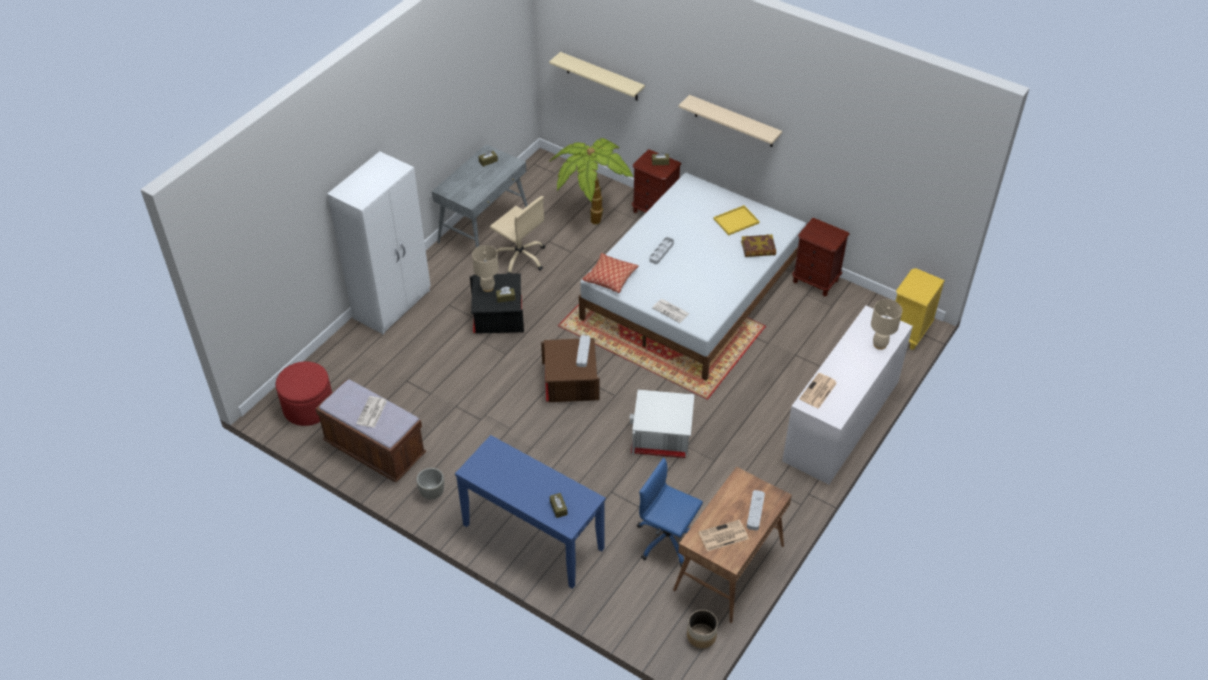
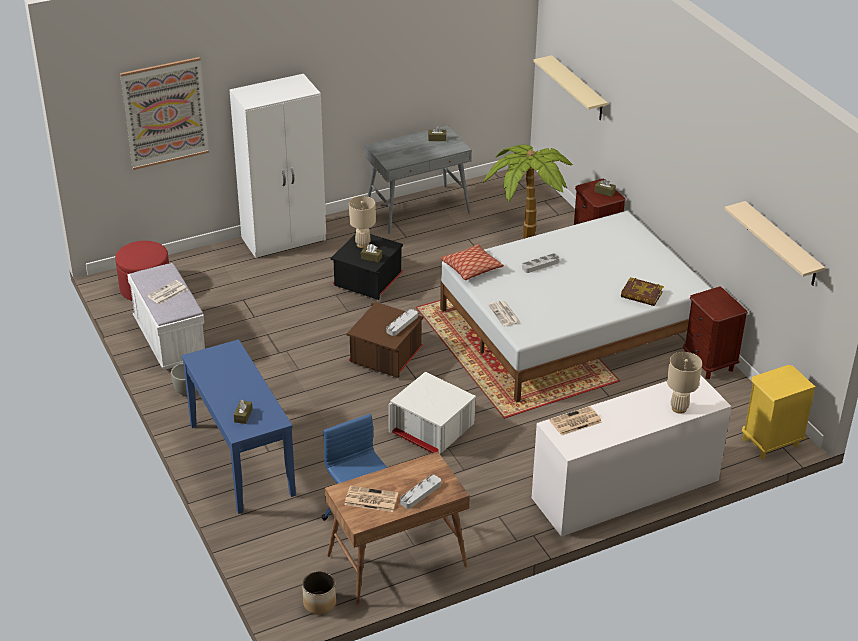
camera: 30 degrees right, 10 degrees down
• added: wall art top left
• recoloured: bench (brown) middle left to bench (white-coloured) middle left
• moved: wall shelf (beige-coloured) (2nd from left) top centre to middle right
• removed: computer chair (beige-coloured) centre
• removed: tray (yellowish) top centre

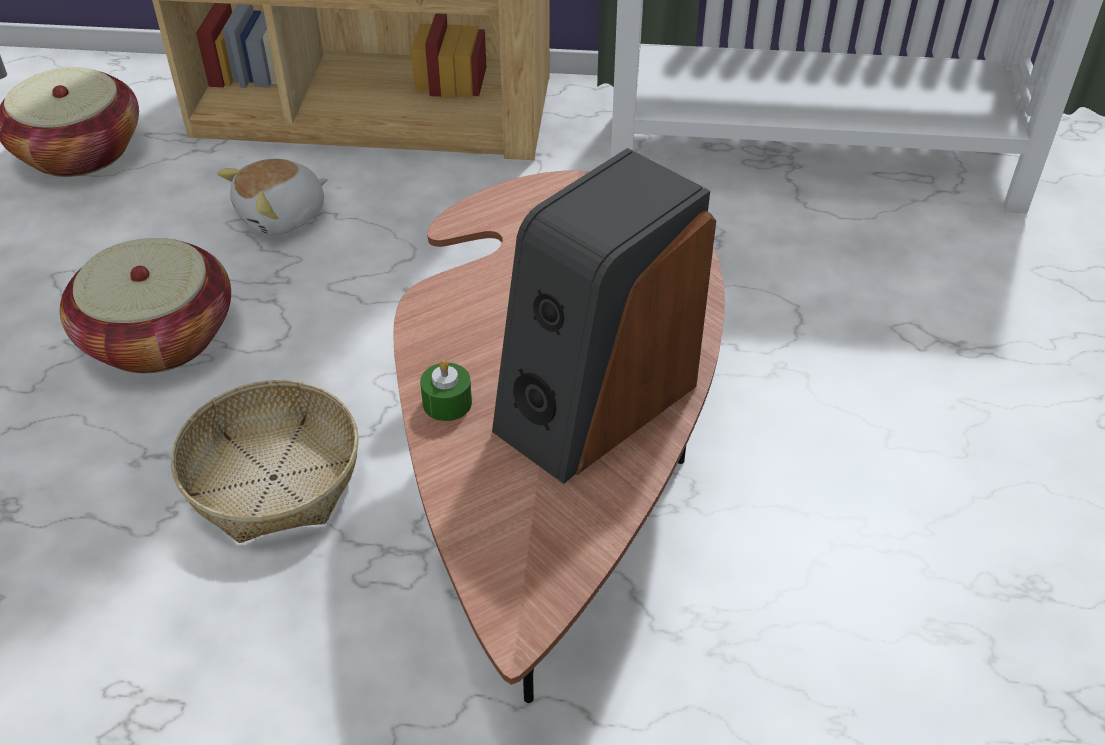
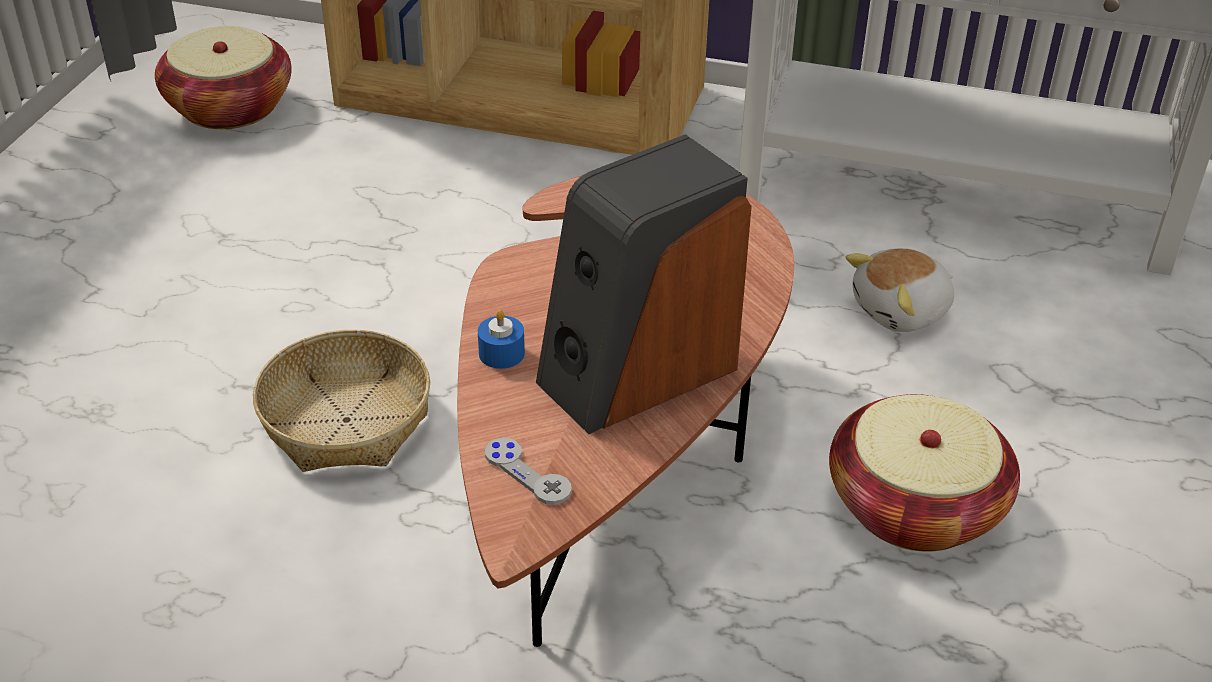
camera: 10 degrees right, 5 degrees down
• recoloured: candle (greenish) centre to candle (blue) centre
• added: gamepad (grey) bottom centre
• moved: household basket (2nd from left in the first image) middle left to household basket (3rd from left) bottom right
• moved: cuddly toy top left to middle right

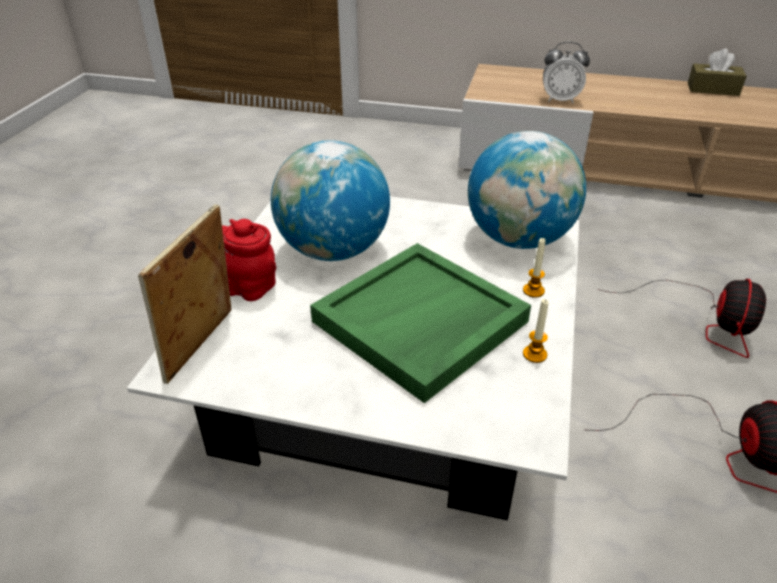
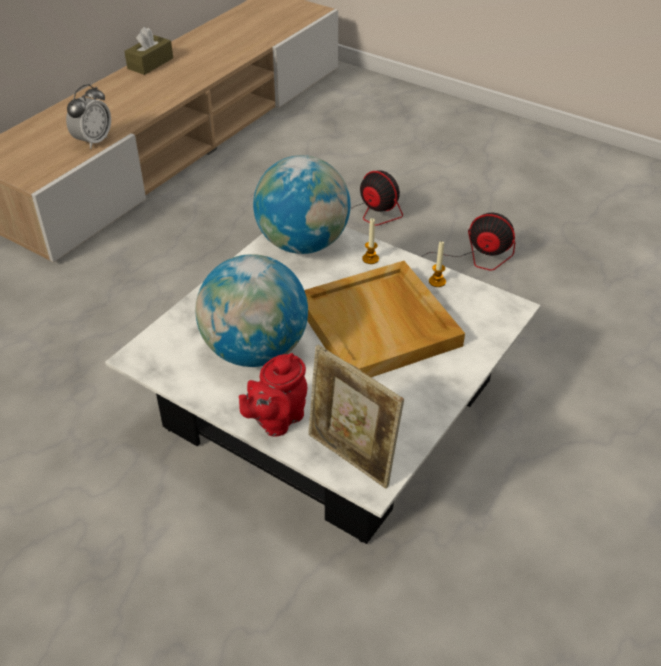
camera: 70 degrees left, 5 degrees up
• recoloured: tray (greenish) centre to tray (beige-coloured) centre

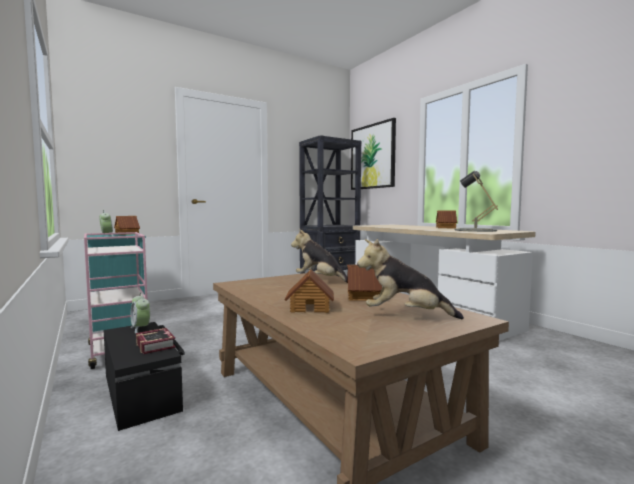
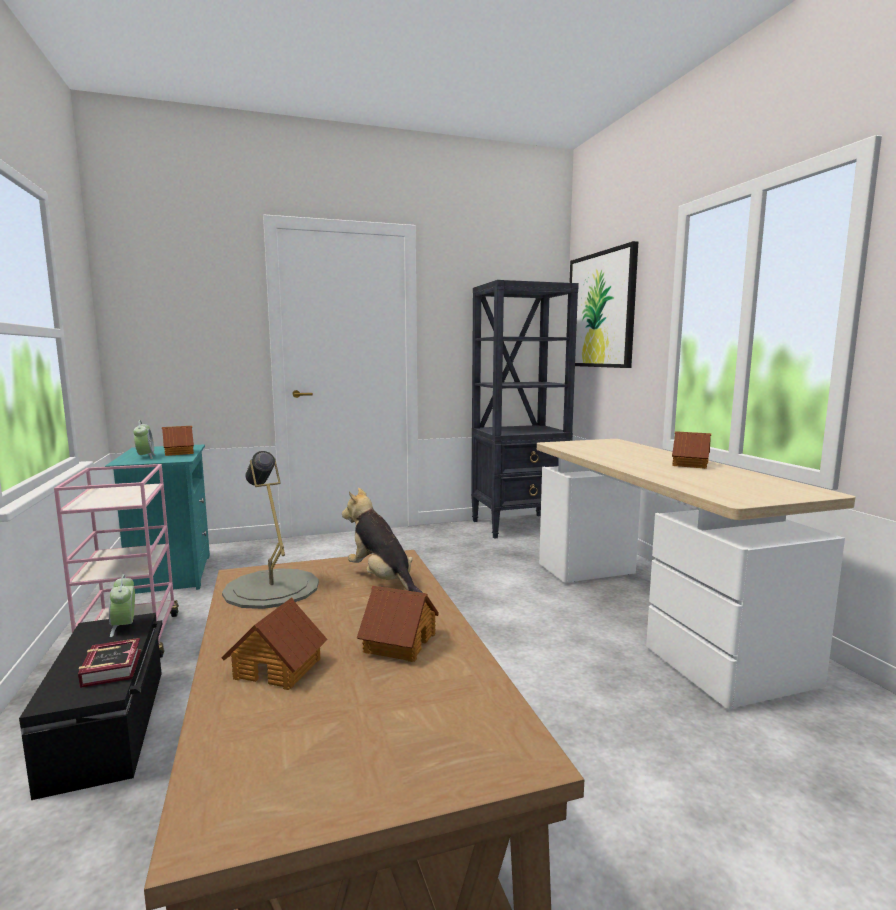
camera: 15 degrees right, 5 degrees up
• moved: tabletop lamp (grey) middle right to middle left
• removed: cuddly toy (2nd from left) centre

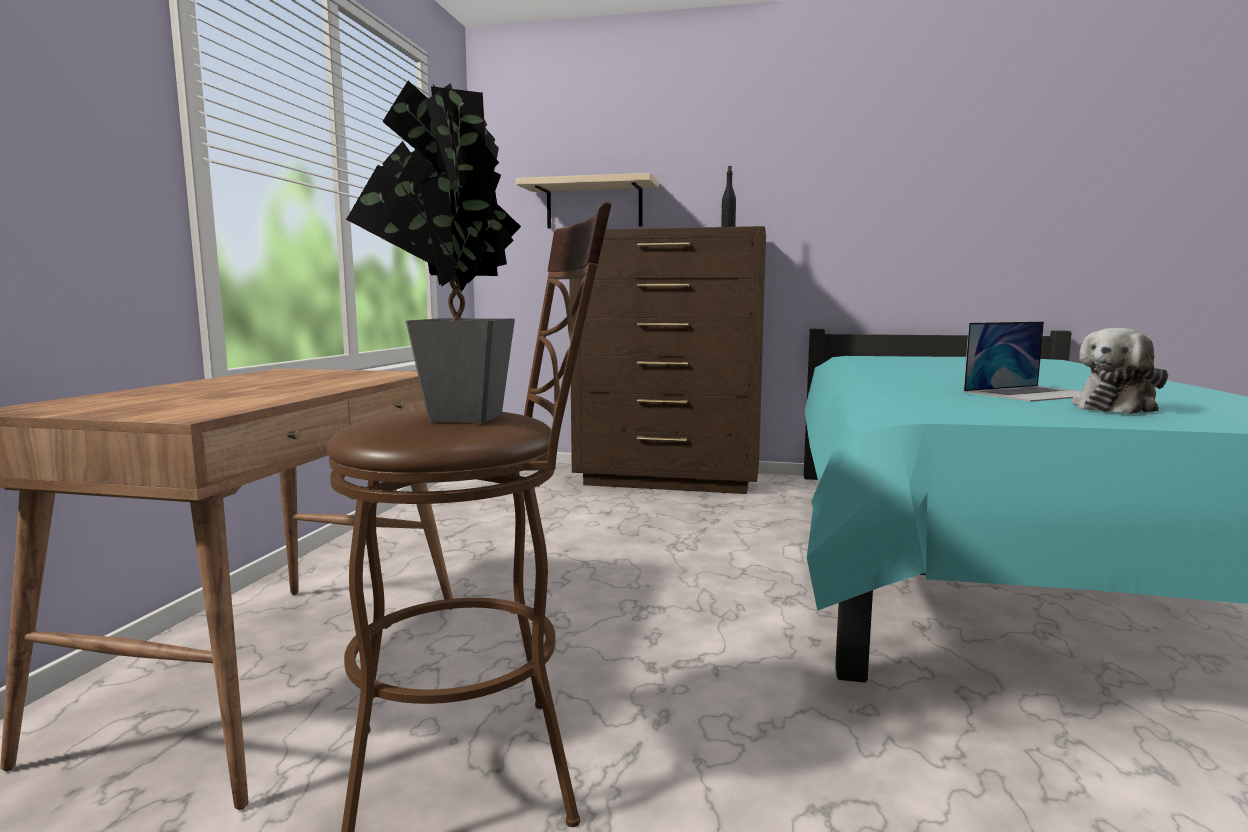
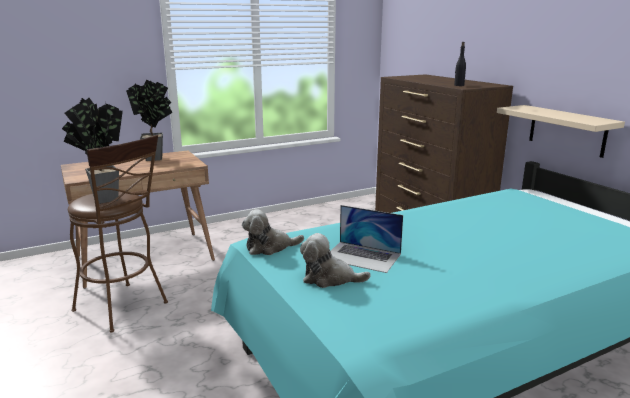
camera: 50 degrees right, 10 degrees up
• added: potted plant (2nd from left) top left
• added: cuddly toy (1st from left) centre
• moved: wall shelf (beige-coloured) top centre to top right

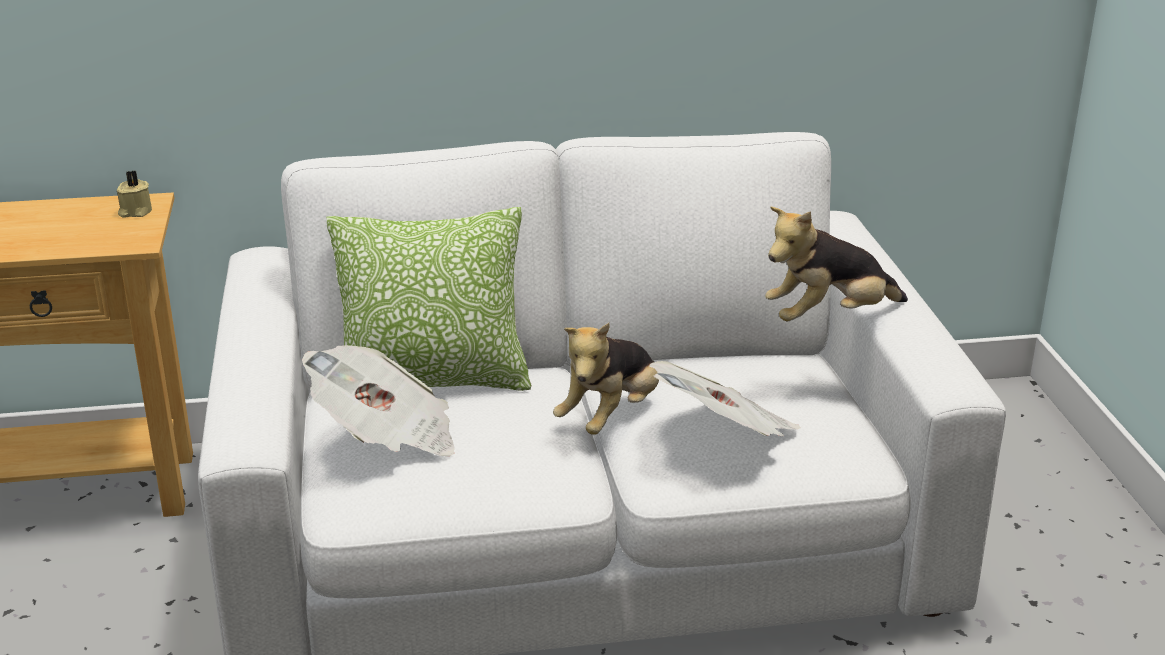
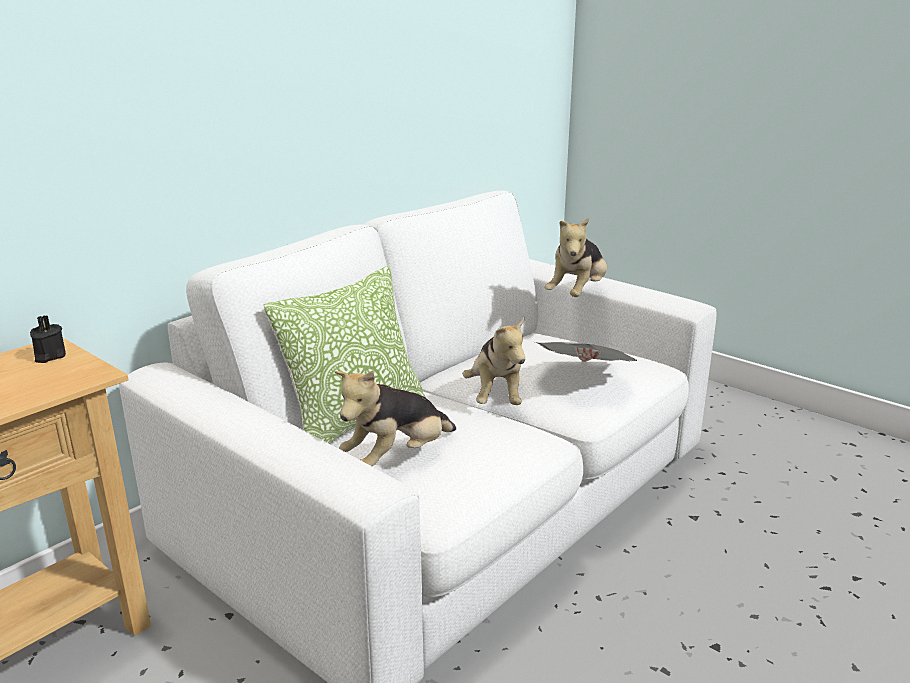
camera: 40 degrees left, 5 degrees down
• recoloured: candle (beige-coloured) top left to candle (blackish) middle left
• replaced: printed paper (1st from left) middle left to cuddly toy (1st from left) centre

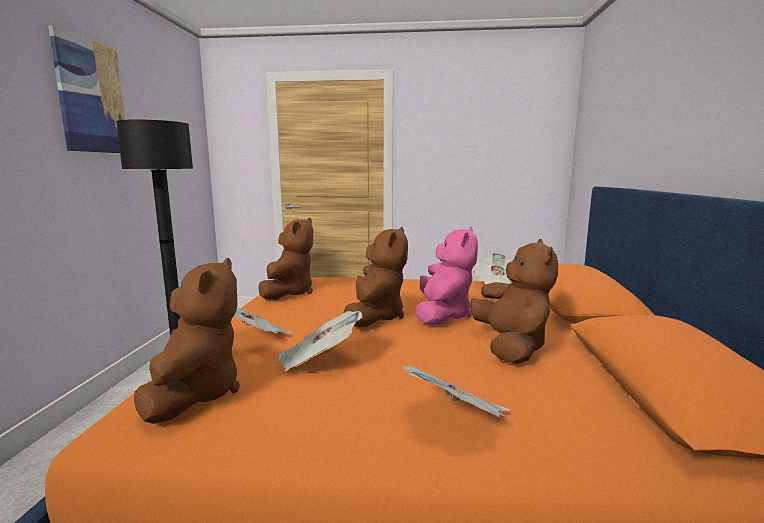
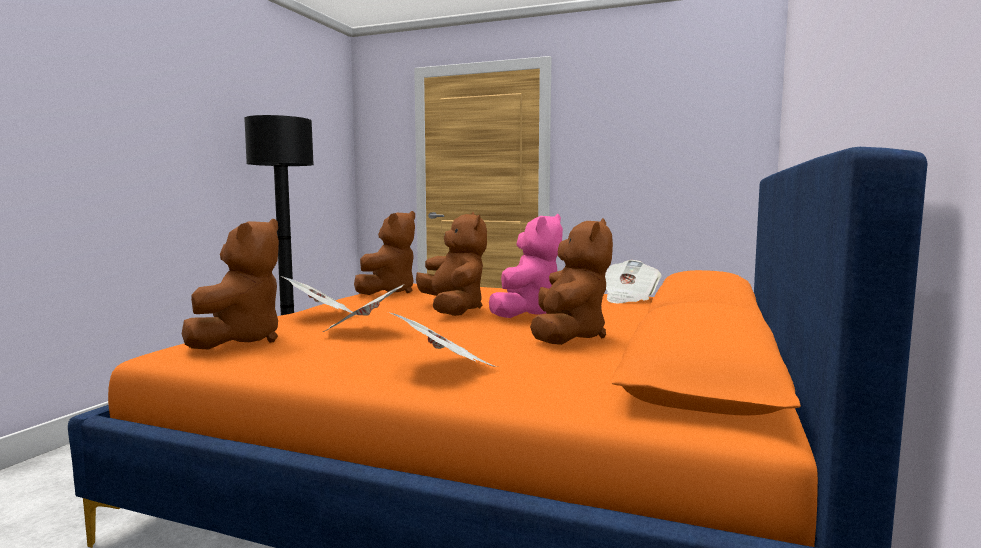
camera: 15 degrees right, 5 degrees down
• turned: cuddly toy (brown) (3rd from left) centre = centre 45 degrees counterclockwise
• removed: wall art top left

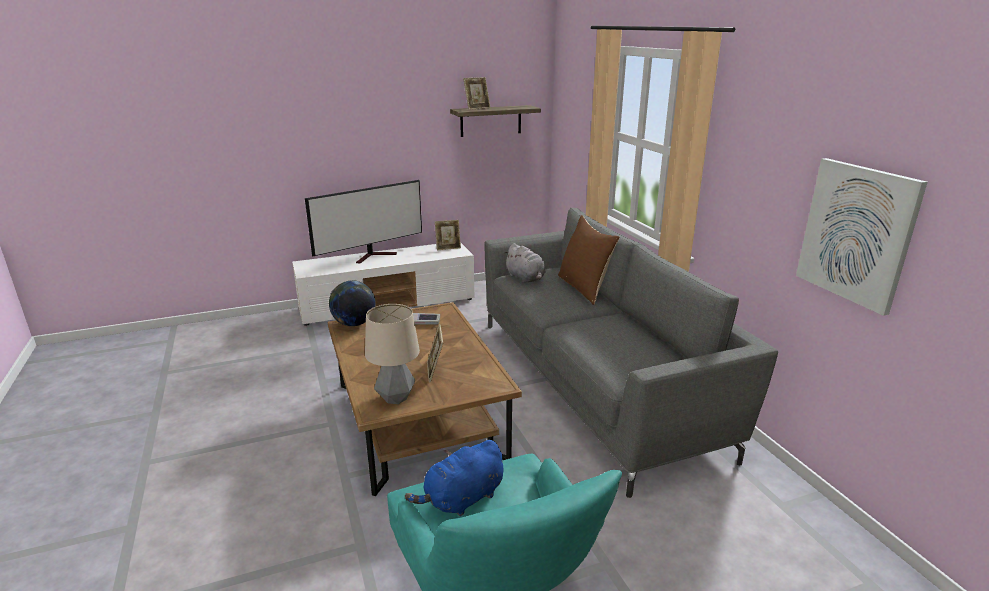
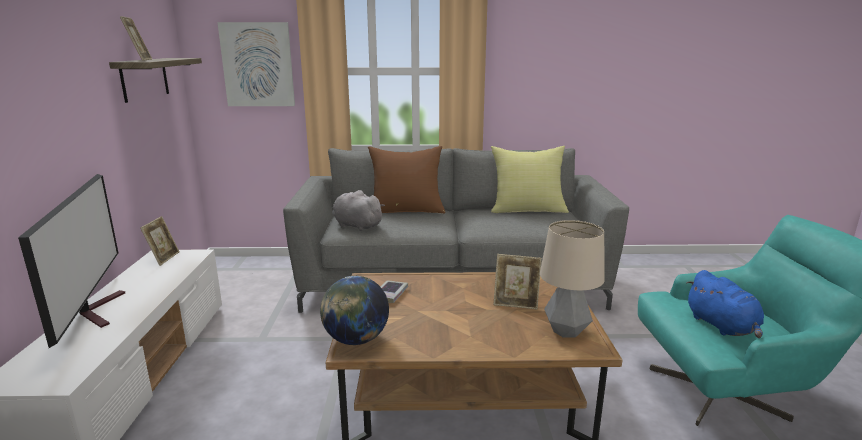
camera: 70 degrees left, 5 degrees down
• moved: wall art middle right to top left
• turned: cuddly toy (grey) centre = centre 135 degrees counterclockwise
• added: pillow (yellowish) centre

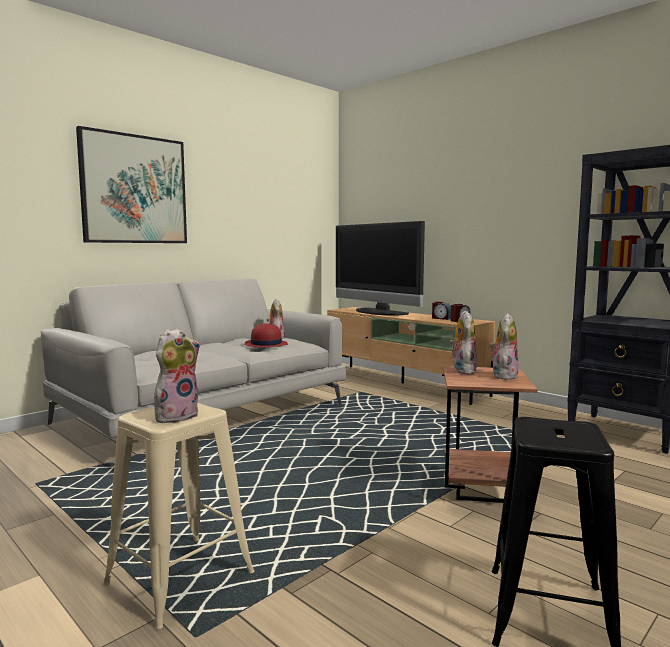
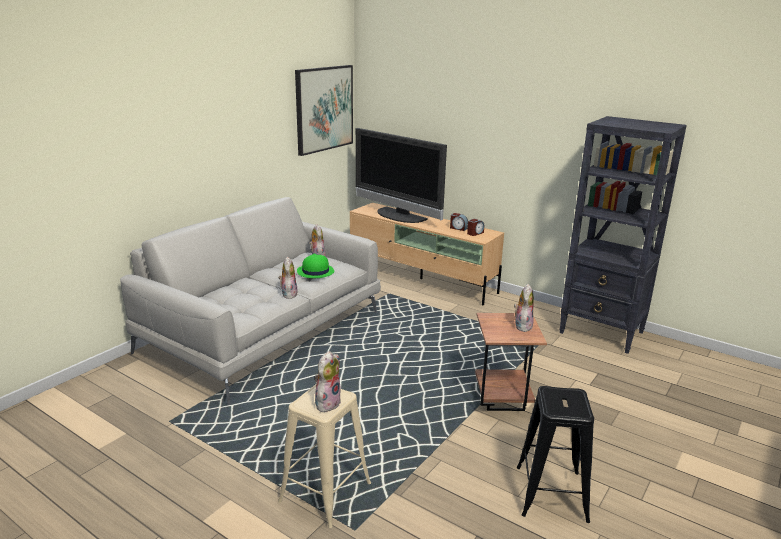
camera: 10 degrees left, 15 degrees up
• moved: cuddly toy (3rd from left in the first image) middle right to cuddly toy (1st from left) centre
• moved: wall art top left to top centre
• recoloured: hat (red) centre to hat (greenish) centre

